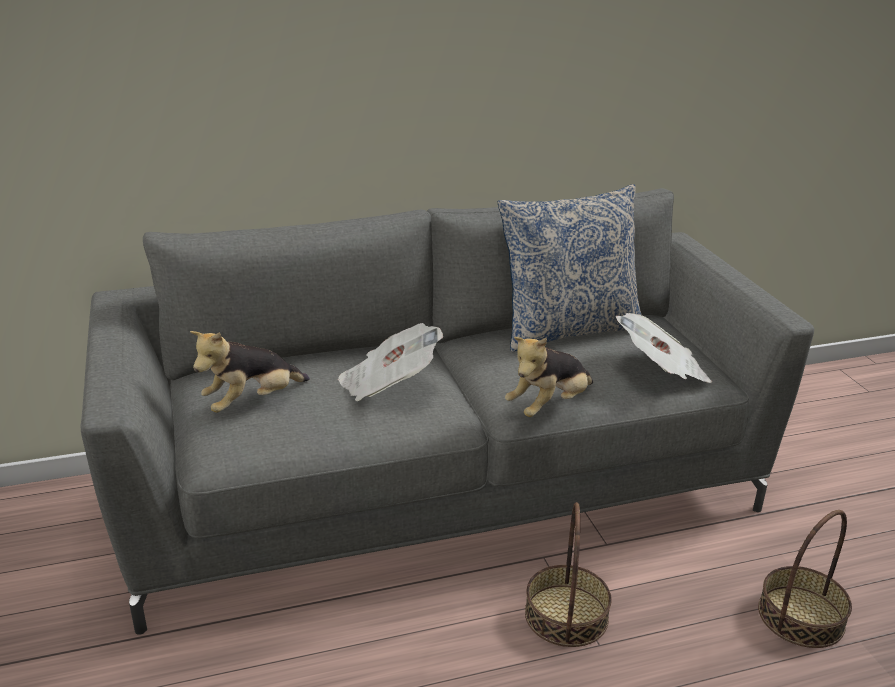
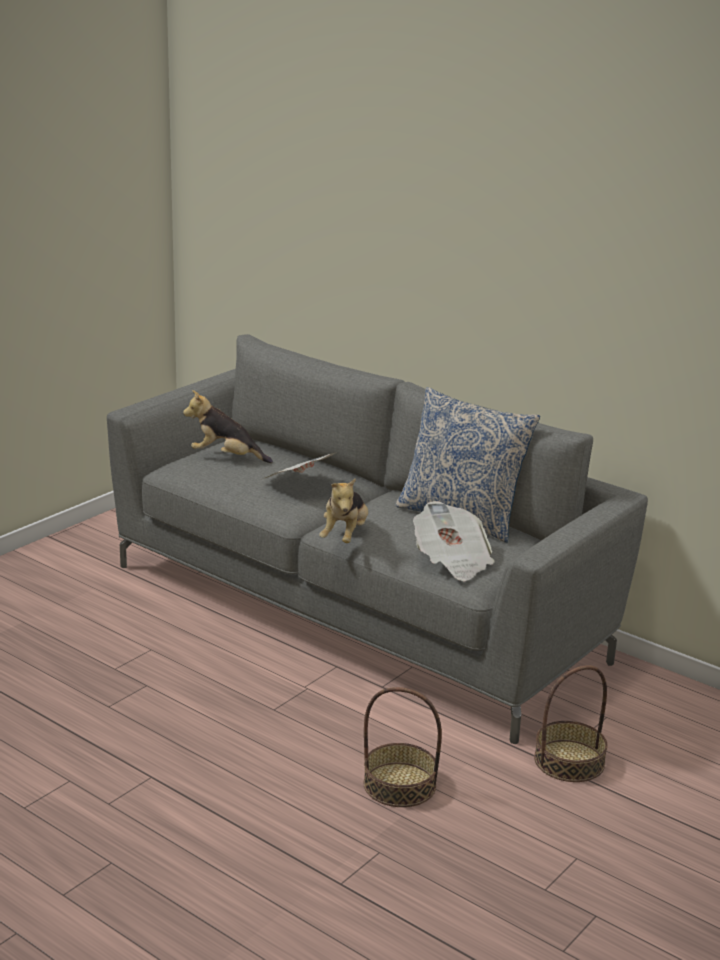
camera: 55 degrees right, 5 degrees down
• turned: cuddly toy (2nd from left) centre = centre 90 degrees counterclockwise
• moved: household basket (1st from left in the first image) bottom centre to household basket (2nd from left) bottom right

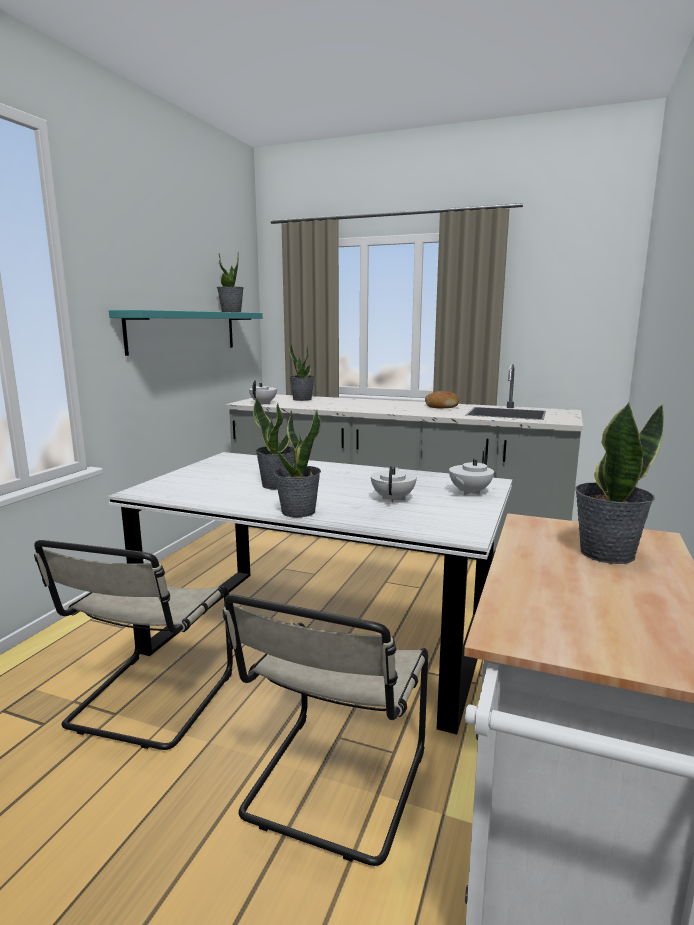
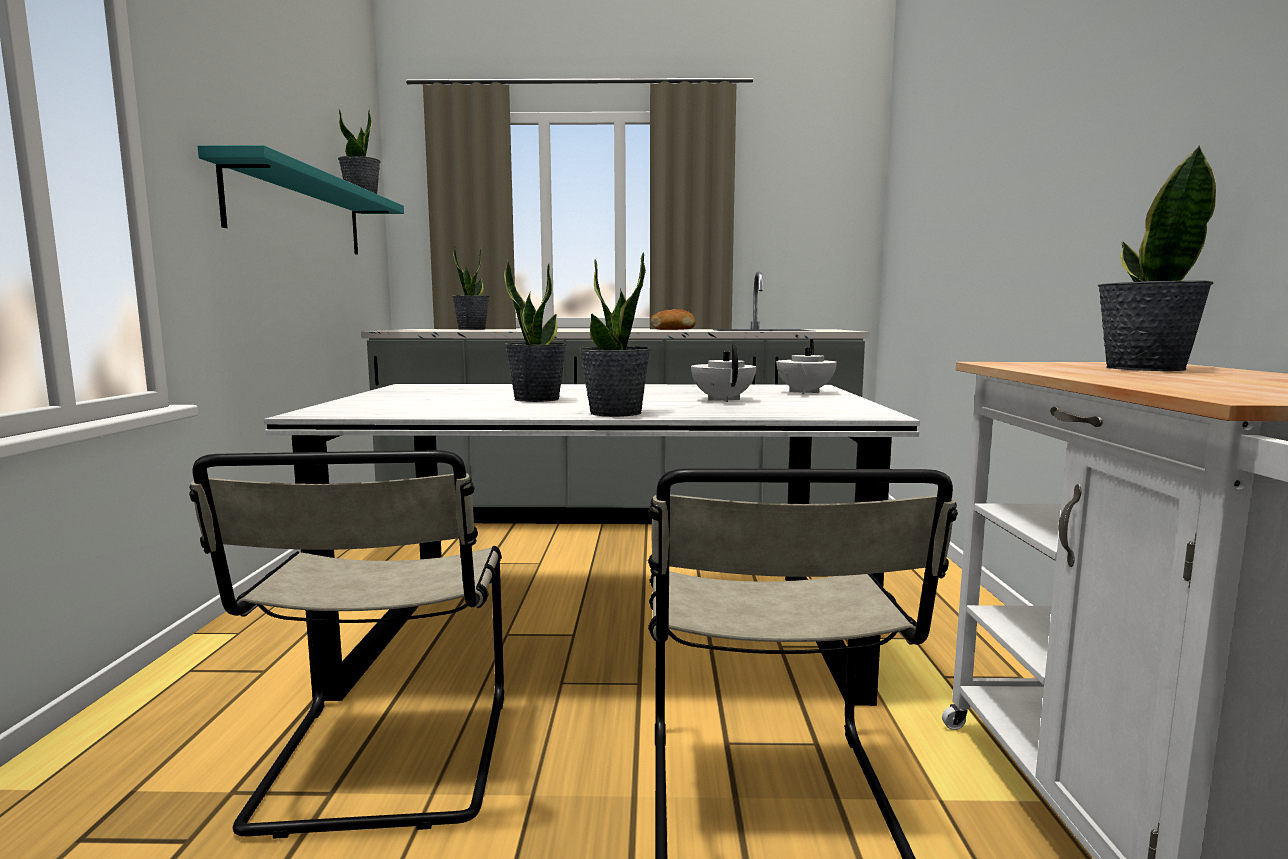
camera: 20 degrees left, 5 degrees down
• removed: tea pot (white-coloured) (1st from left) centre

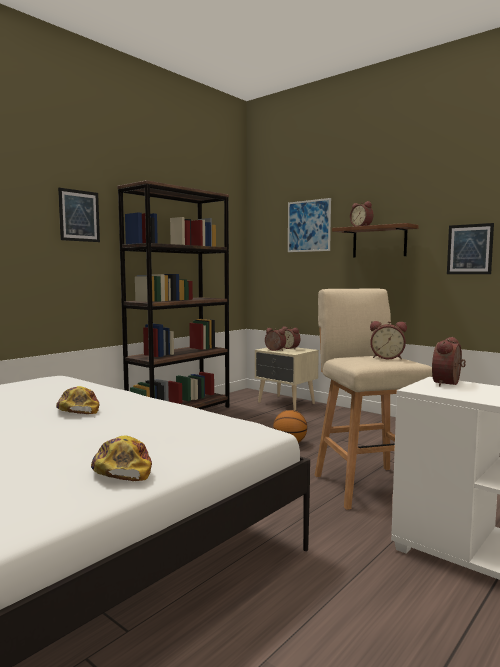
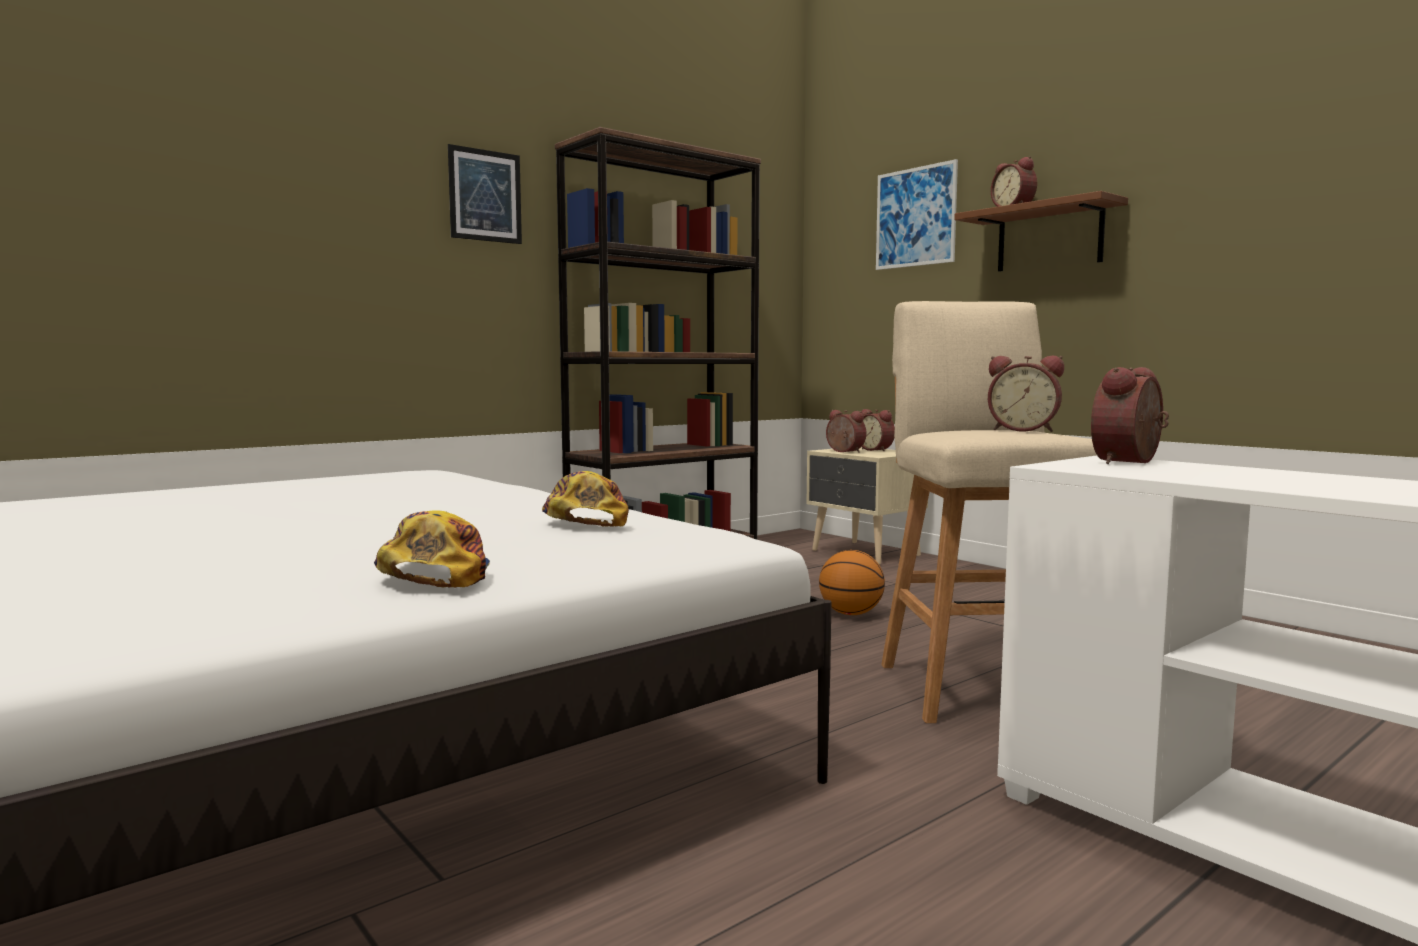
camera: 10 degrees right, 0 degrees up
• moved: cap (1st from left in the first image) middle left to cap (2nd from left) centre
• removed: wall art (3rd from left) middle right

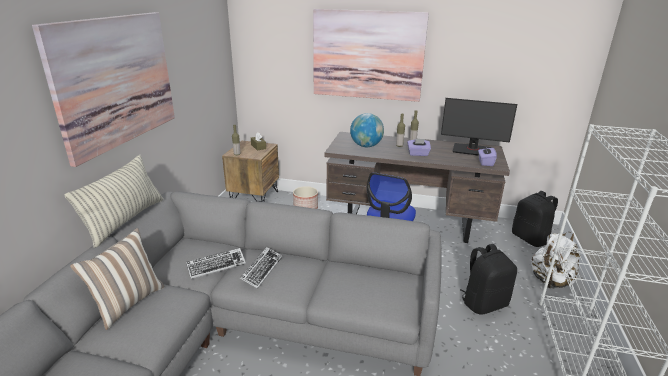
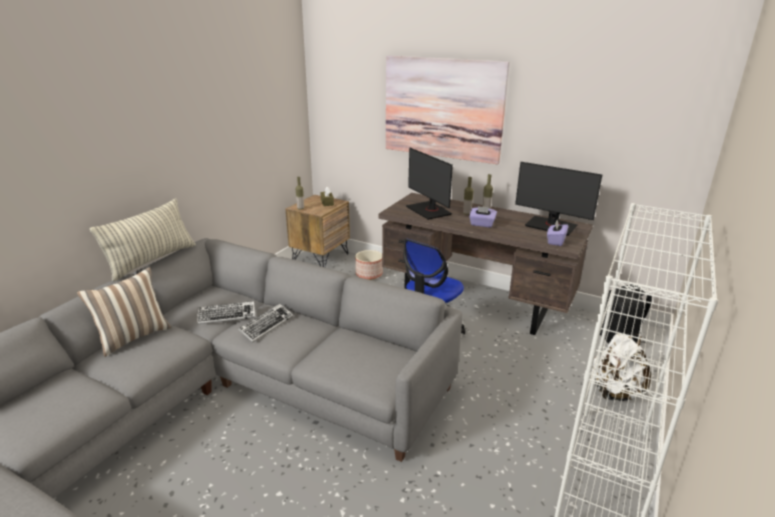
camera: 15 degrees right, 0 degrees up
• replaced: world globe centre to computer screen (1st from left) centre
• removed: wall art (1st from left) top left
• removed: knapsack (blackish) (1st from left) bottom right

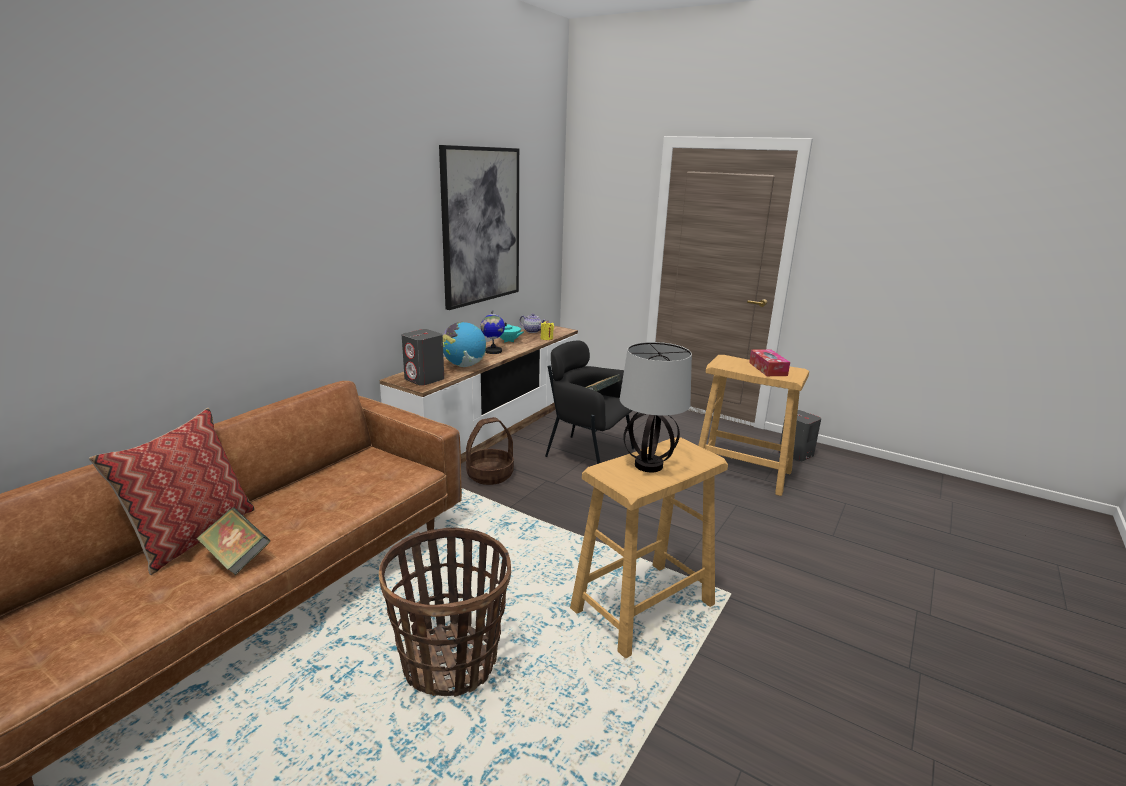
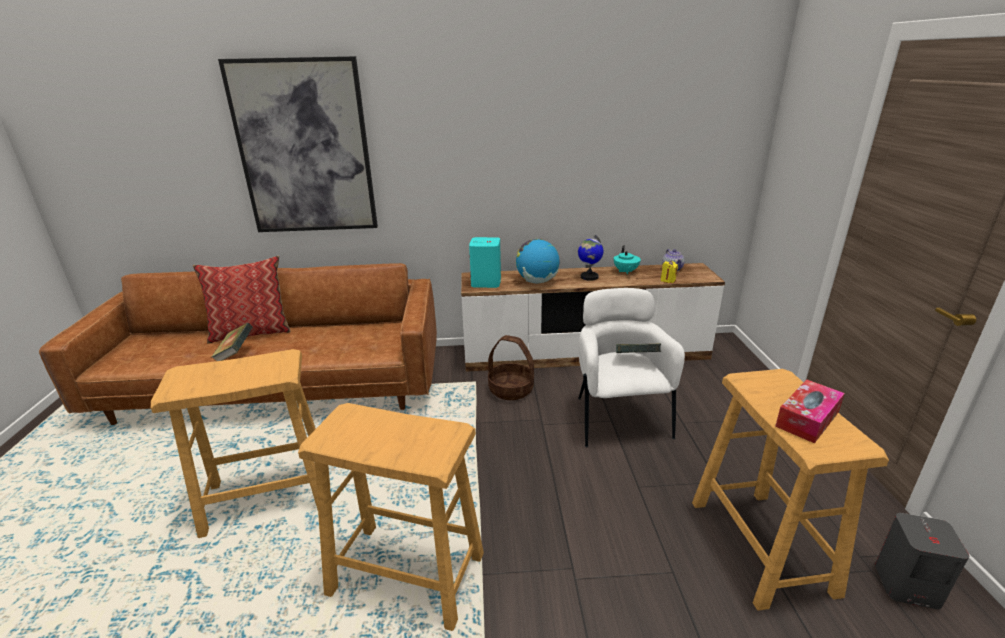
camera: 55 degrees right, 5 degrees up
• replaced: household basket (1st from left) bottom centre to sitting stool (beige-coloured) (1st from left) bottom left
• moved: wall art top centre to top left
• recoloured: loudspeaker (grey) (1st from left) centre to loudspeaker (turquoise) centre
• recoloured: lounge chair (blackish) centre to lounge chair (white-coloured) centre
• removed: tabletop lamp centre

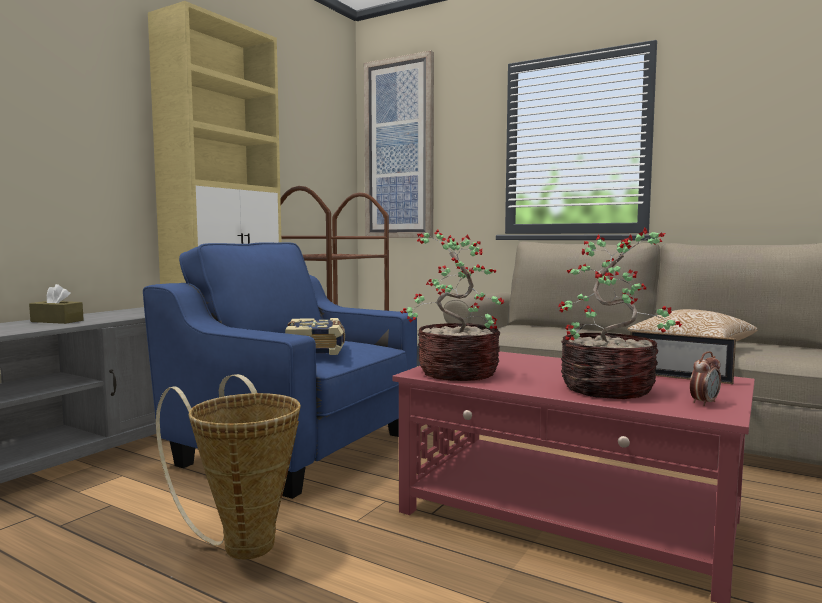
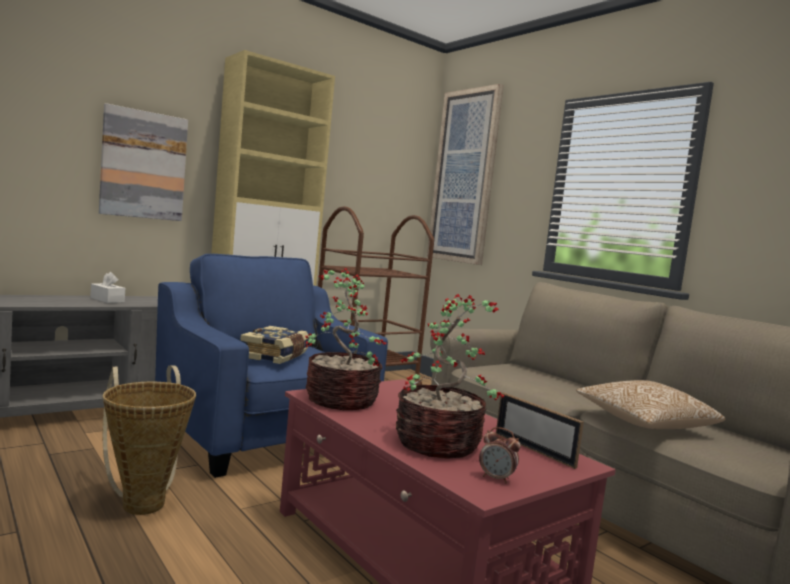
camera: 20 degrees right, 0 degrees up
• recoloured: box of tissues (brown) middle left to box of tissues (white-coloured) middle left
• added: wall art (1st from left) top left
• turned: bedside clock middle right = bottom centre 45 degrees clockwise

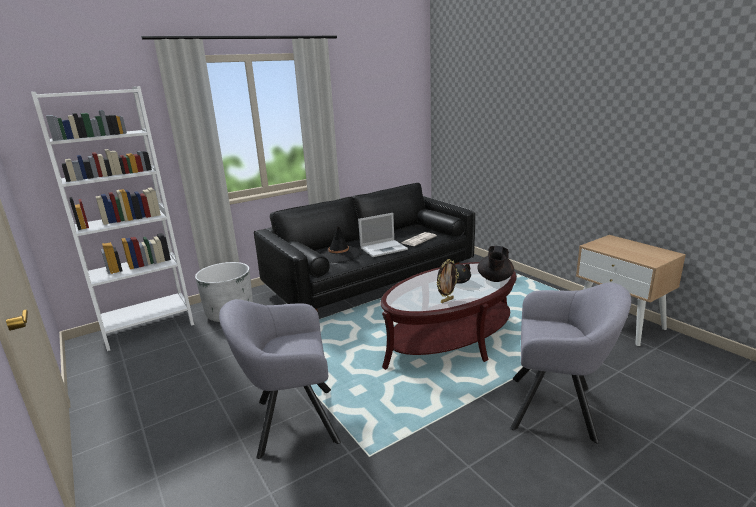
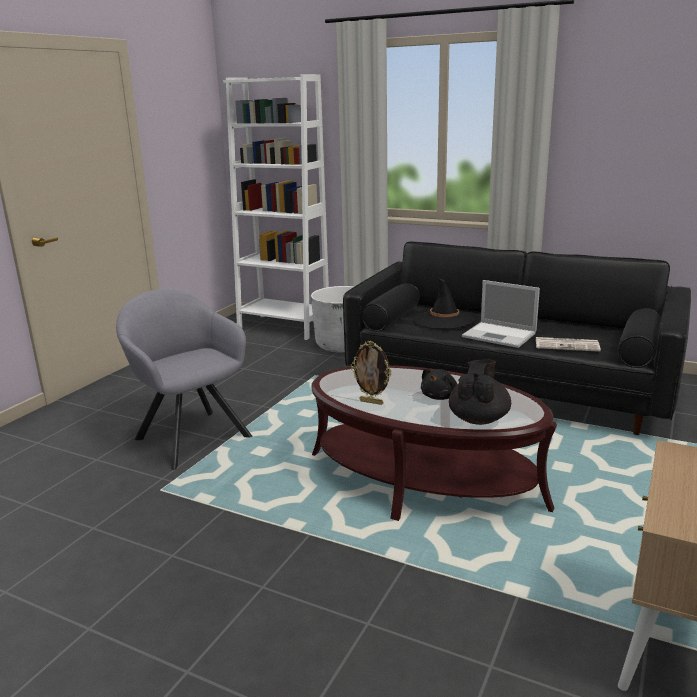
camera: 60 degrees right, 0 degrees up
• turned: tea pot (blackish) centre = middle right 120 degrees clockwise
• removed: lounge chair (grey) (2nd from left) bottom right

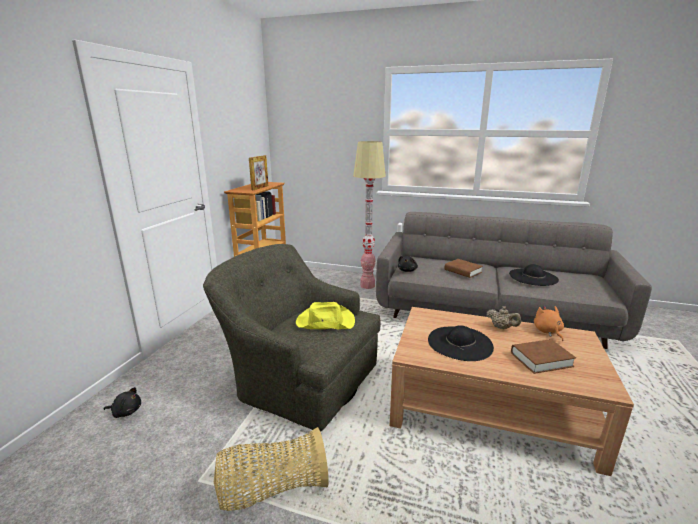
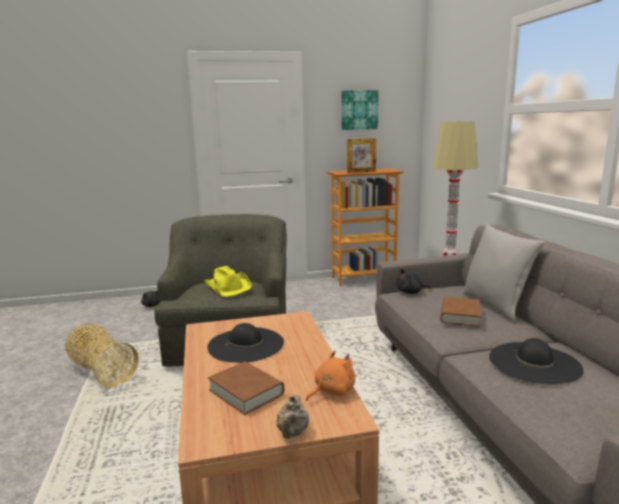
camera: 60 degrees right, 5 degrees down
• moved: tea pot (beige-coloured) middle right to bottom centre
• added: wall art top centre
• added: pillow (grey) middle right

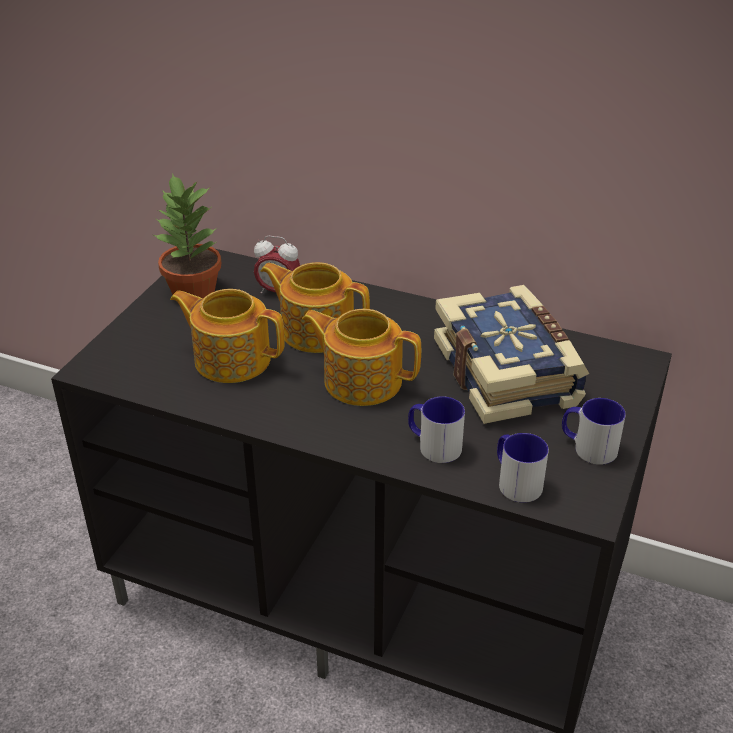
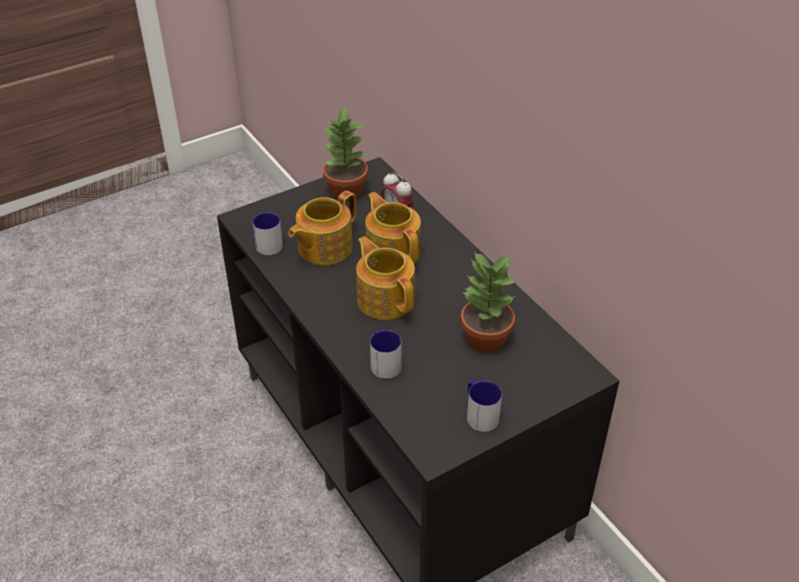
camera: 35 degrees right, 5 degrees up
• moved: tea mug (2nd from left in the first image) middle right to tea mug (1st from left) centre
• turned: tea pot (1st from left) middle left = centre 105 degrees counterclockwise
• replaced: volume middle right to potted plant (2nd from left) centre

